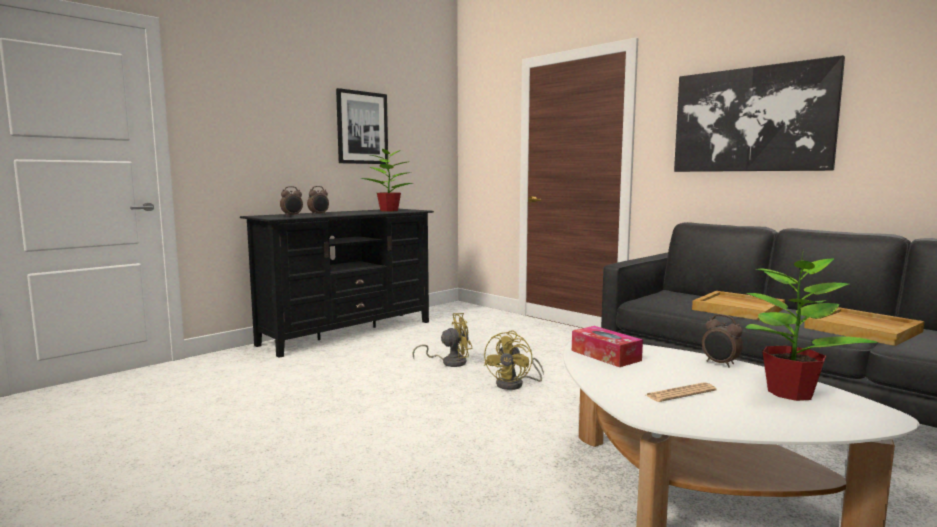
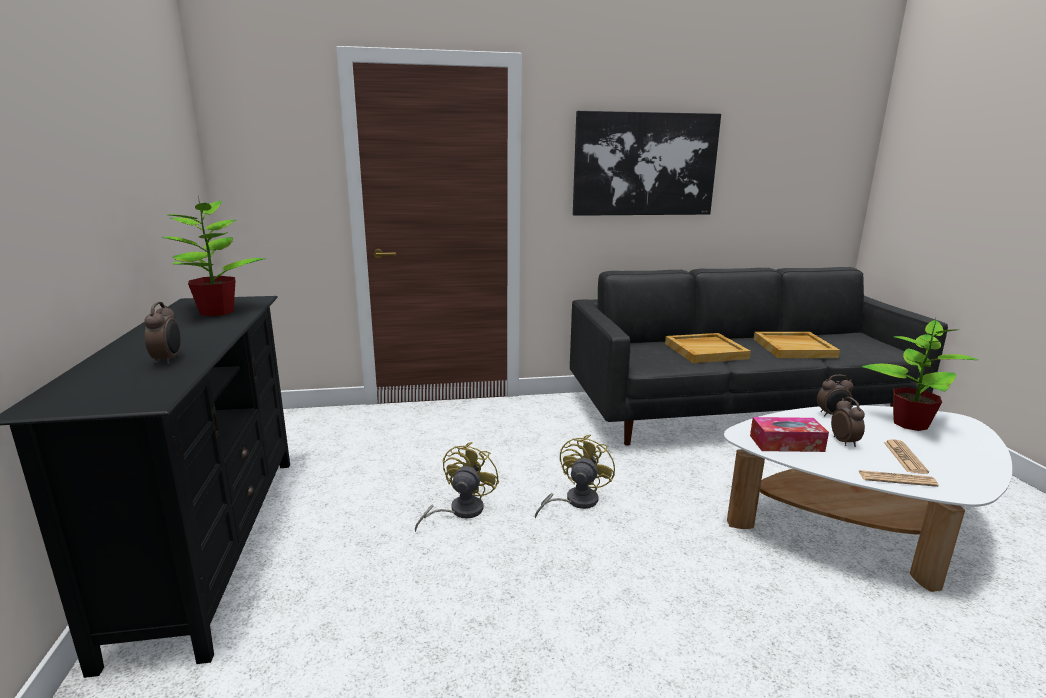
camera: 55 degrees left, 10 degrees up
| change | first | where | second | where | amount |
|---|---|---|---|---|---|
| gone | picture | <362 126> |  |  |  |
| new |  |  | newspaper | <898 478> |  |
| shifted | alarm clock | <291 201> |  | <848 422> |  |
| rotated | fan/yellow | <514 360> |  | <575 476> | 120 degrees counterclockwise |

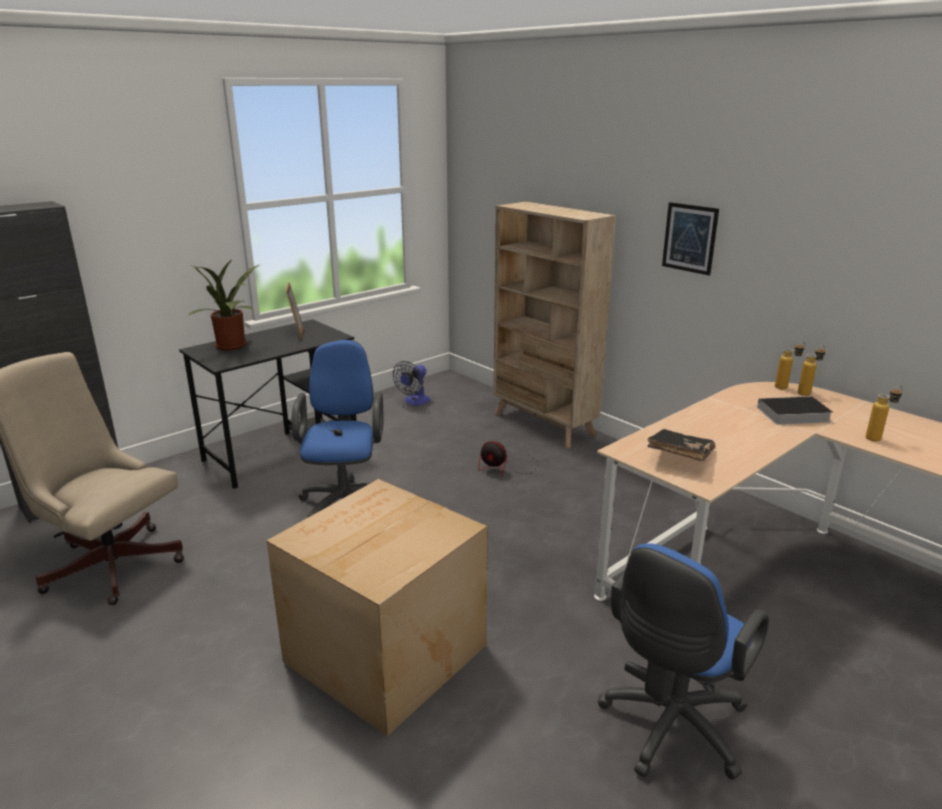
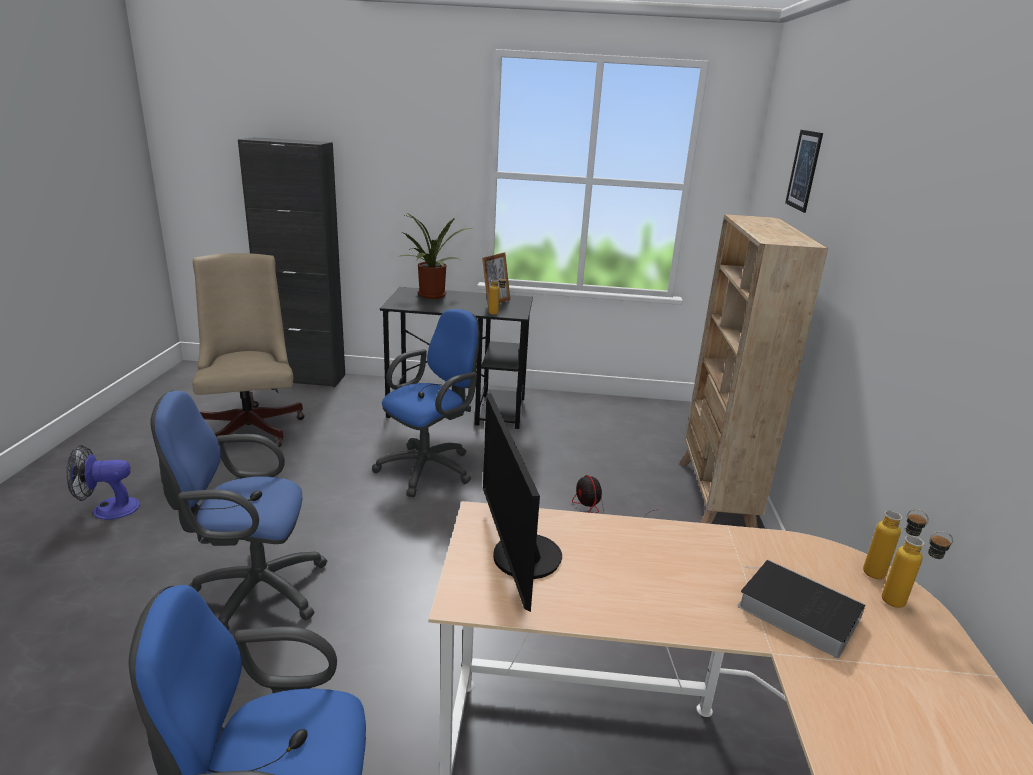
camera: 45 degrees right, 0 degrees up
| change | first | where | second | where | amount |
|---|---|---|---|---|---|
| shifted | fan | <411 383> |  | <103 482> |  |
| shifted | picture | <690 239> |  | <804 171> |  |
| shifted | bottle | <884 413> |  | <497 295> |  |
| swapped | cardboard box | <377 607> | office chair/blue | <239 511> |  |
| swapped | book/black | <681 445> | monitor | <522 502> |  |

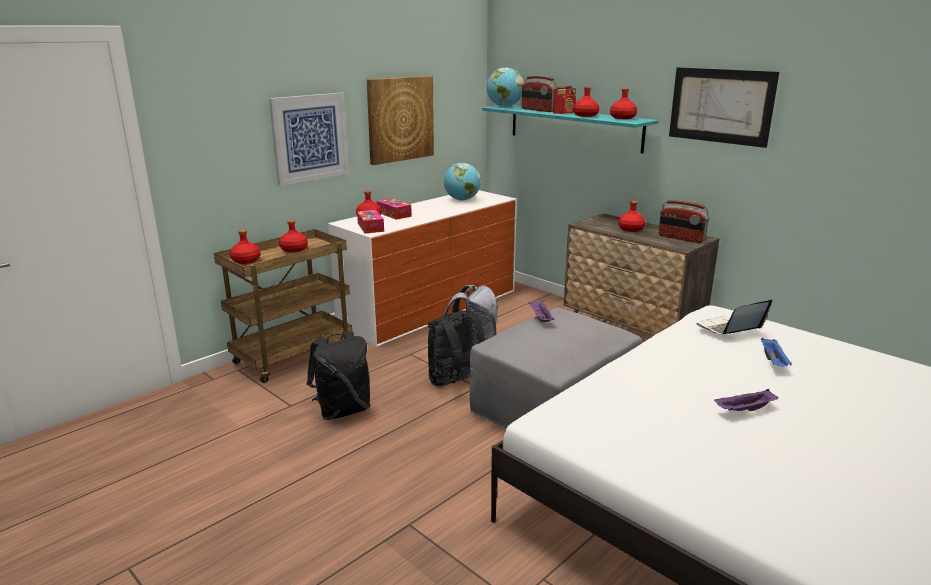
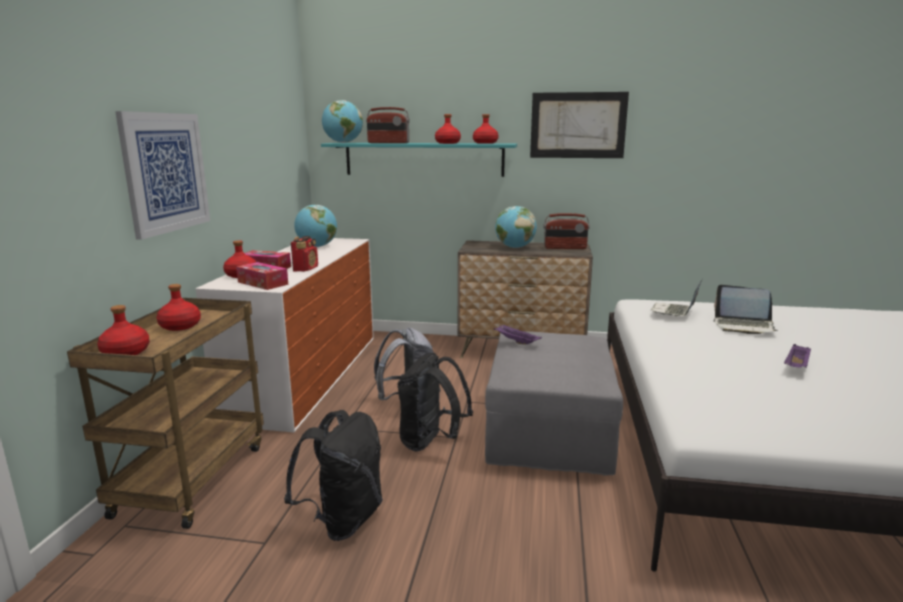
camera: 35 degrees left, 5 degrees down
| change | first | where | second | where | amount |
|---|---|---|---|---|---|
| gone | picture | <400 120> |  |  |  |
| shifted | radio | <564 99> |  | <304 254> |  |
| swapped | bottle/red | <632 216> | globe | <516 227> |  |
| swapped | tray/blue | <776 352> | laptop | <746 309> |  |

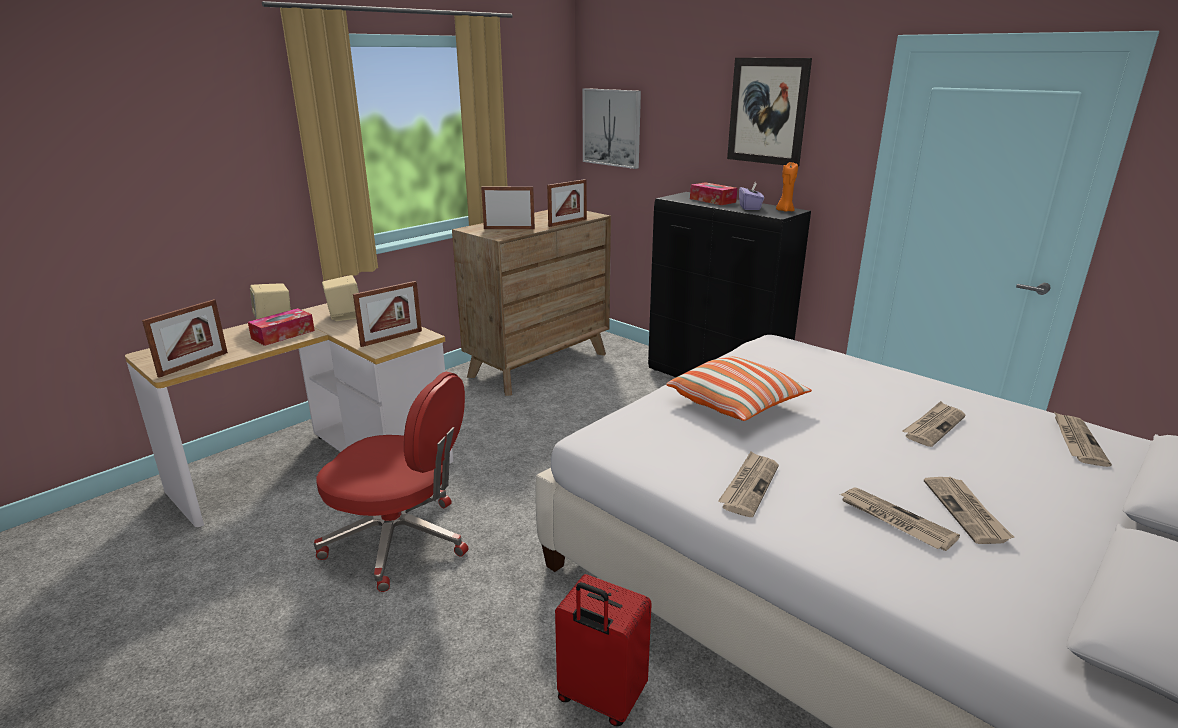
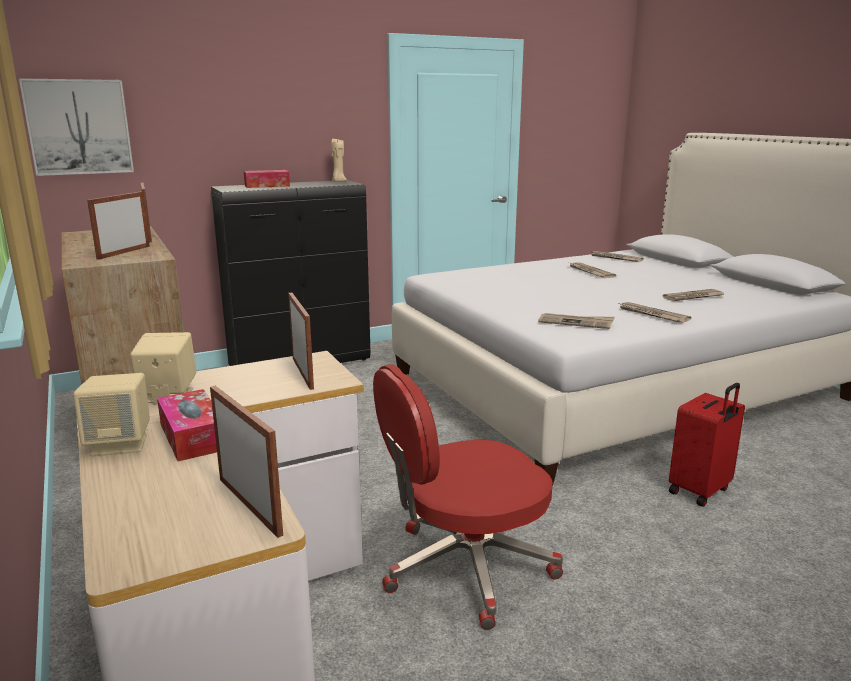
camera: 70 degrees left, 5 degrees down
| change | first | where | second | where | amount |
|---|---|---|---|---|---|
| gone | pillow | <739 388> |  |  |  |
| gone | picture | <769 112> |  |  |  |
| gone | tissue box/purple | <751 196> |  |  |  |
| shifted | newspaper | <969 510> |  | <576 321> |  |
| repainted | candle/orange | <787 187> | candle/beige | <339 160> |  |
| rotated | office chair/red | <391 482> |  | <468 497> | 150 degrees counterclockwise |

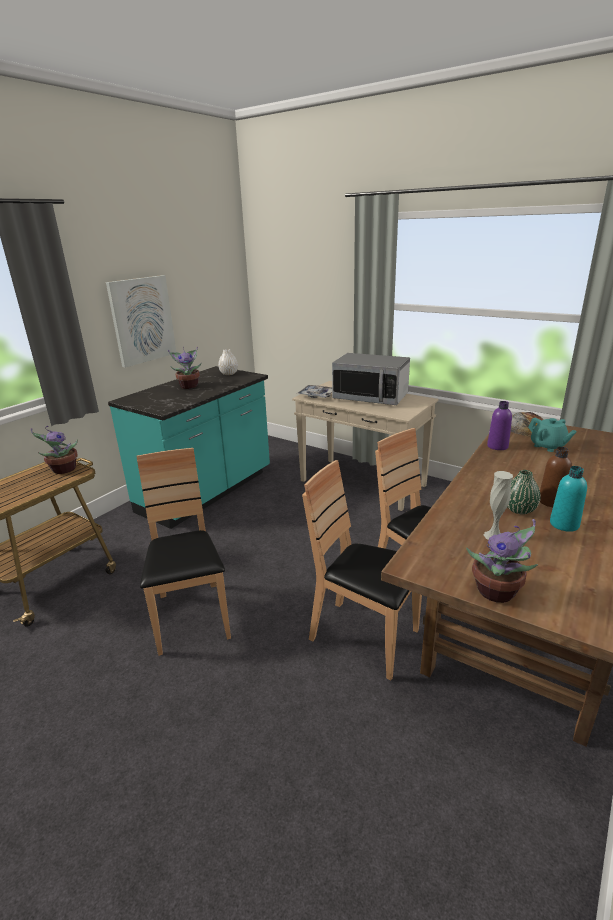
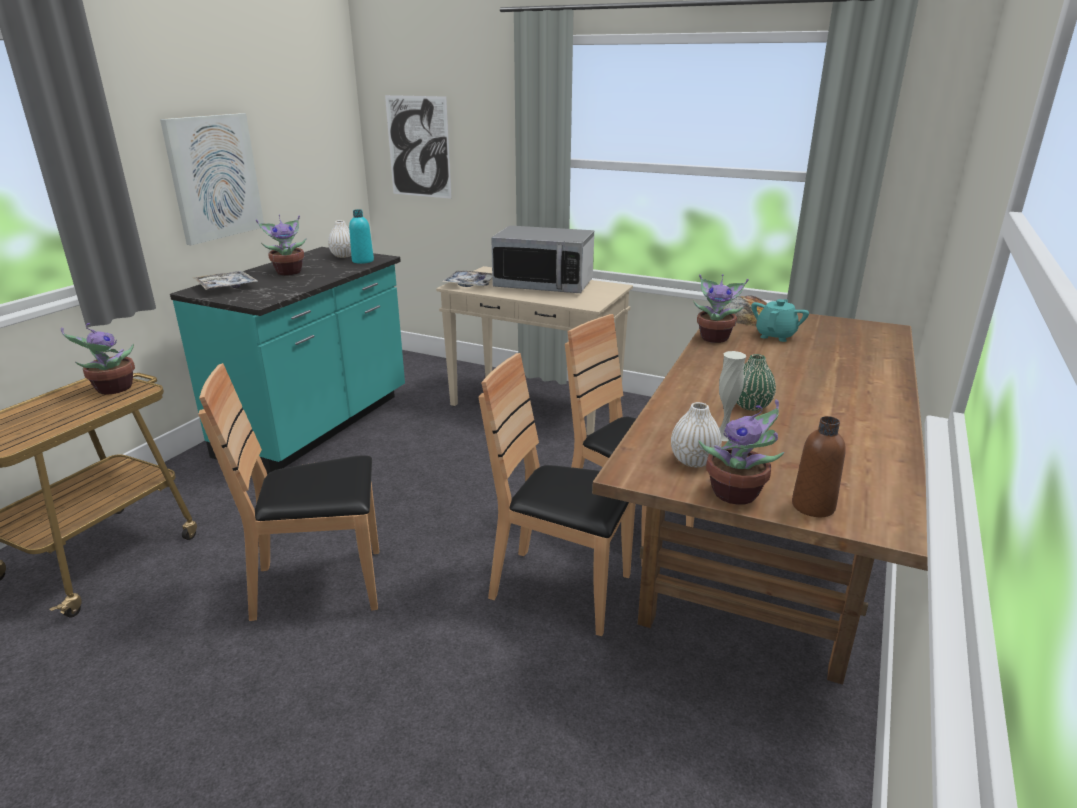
camera: 10 degrees left, 0 degrees up
| change | first | where | second | where | amount |
|---|---|---|---|---|---|
| new |  |  | tray | <225 280> |  |
| new |  |  | picture | <418 147> |  |
| new |  |  | vase/white | <696 435> |  |
| shifted | bottle/brown | <556 477> |  | <819 466> |  |
| shifted | bottle/turquoise | <568 499> |  | <361 236> |  |
| swapped | bottle/purple | <499 425> | potted plant | <721 308> |  |
| rotated | chair/brown | <183 552> |  | <288 492> | 75 degrees counterclockwise |
| rotated | teapot/turquoise | <552 435> |  | <780 320> | 105 degrees counterclockwise |

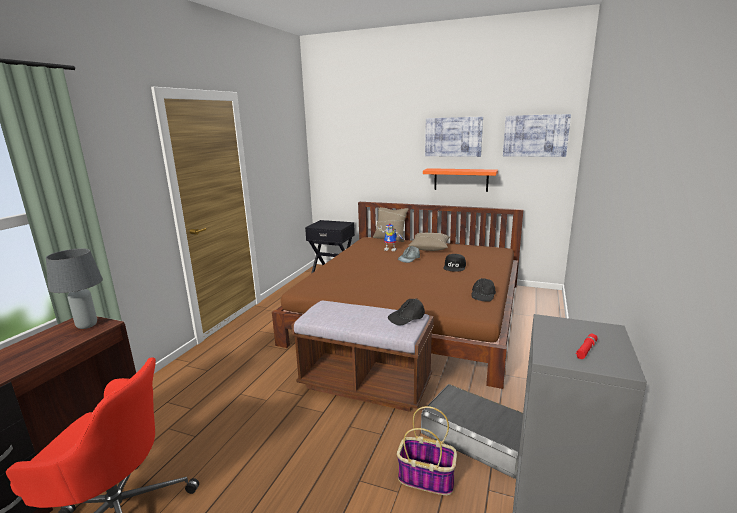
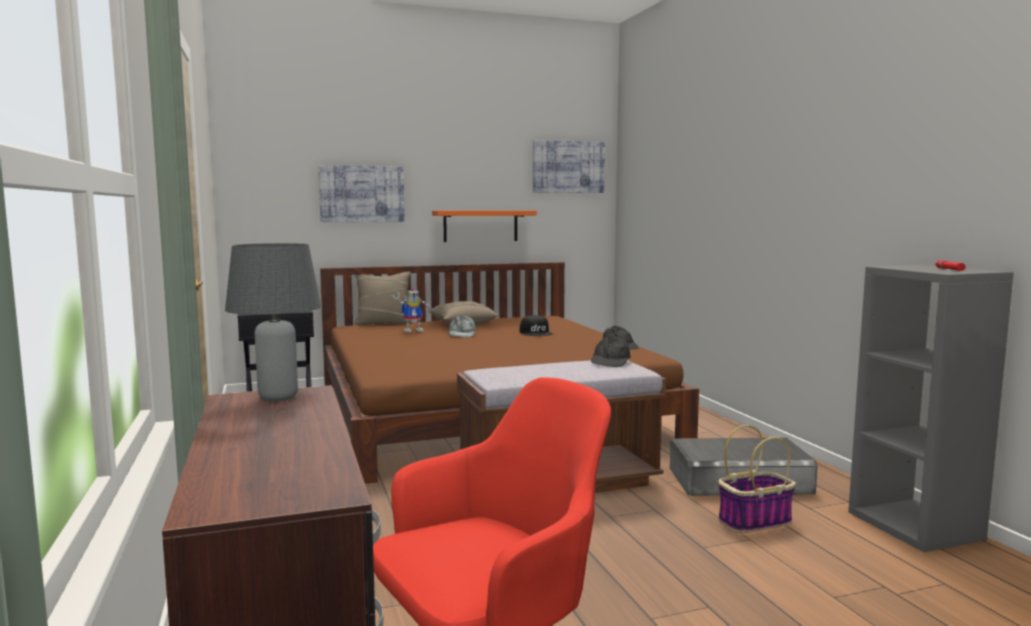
camera: 40 degrees left, 10 degrees down
| change | first | where | second | where | amount |
|---|---|---|---|---|---|
| shifted | picture | <454 137> |  | <361 193> |  |

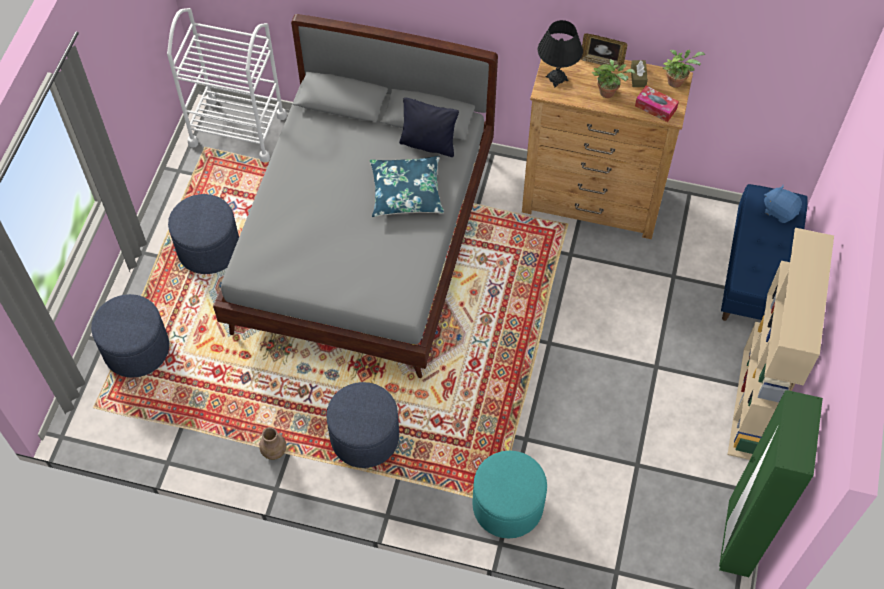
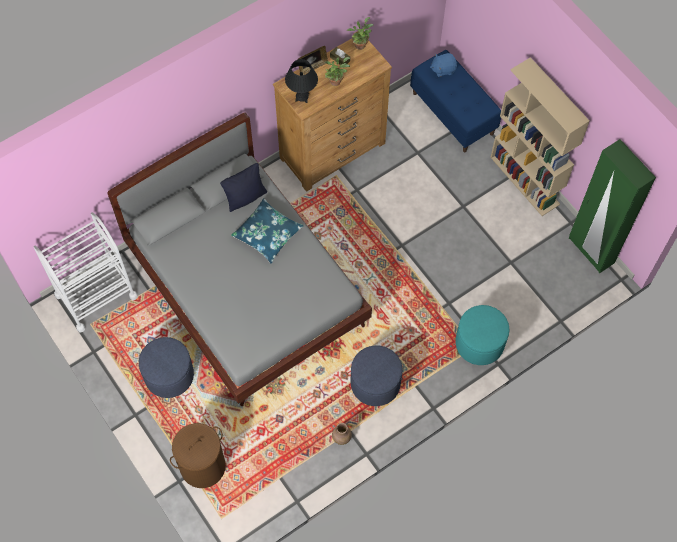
camera: 50 degrees left, 5 degrees up
| change | first | where | second | where | amount |
|---|---|---|---|---|---|
| gone | tissue box | <657 104> |  |  |  |
| swapped | ottoman/blue | <130 336> | laundry basket/brown | <198 455> |  |

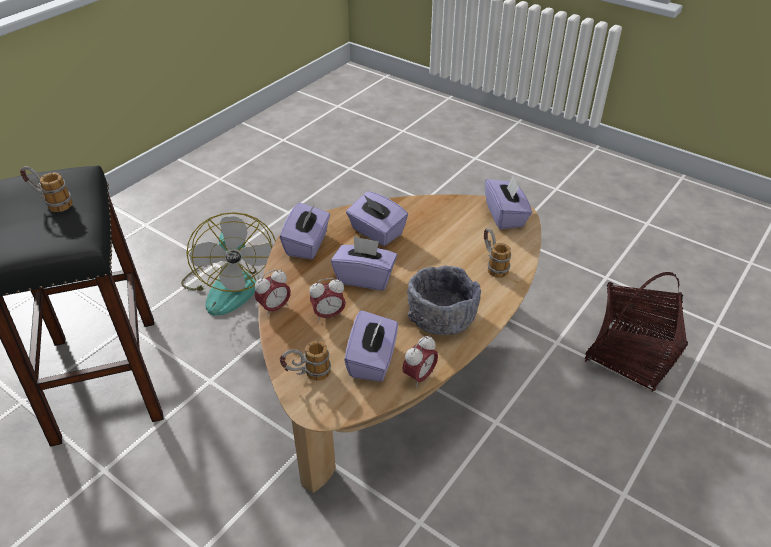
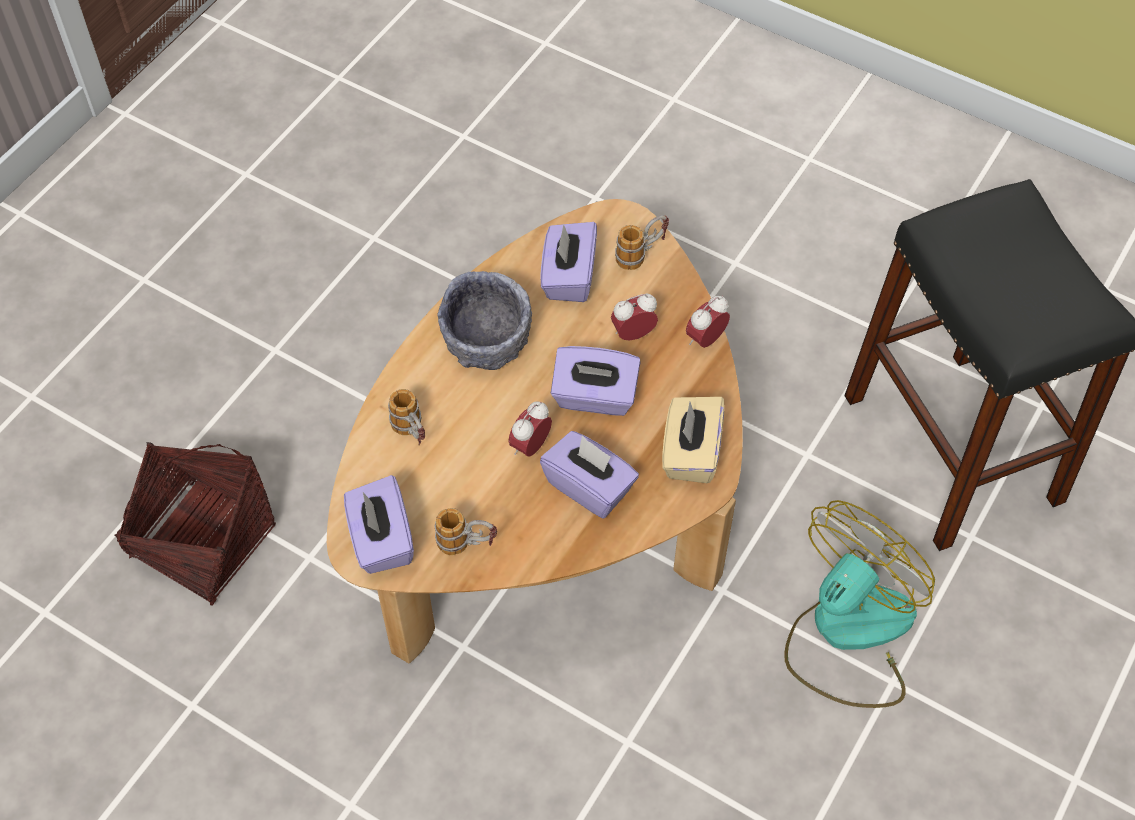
camera: 175 degrees right, 15 degrees up
| change | first | where | second | where | amount |
|---|---|---|---|---|---|
| shifted | mug | <46 189> |  | <466 531> |  |
| shifted | alarm clock | <420 361> |  | <530 429> |  |
| repainted | tissue box/purple | <305 231> | tissue box/beige | <693 440> |  |
| rotated | fan | <228 264> |  | <859 604> | 60 degrees clockwise |

